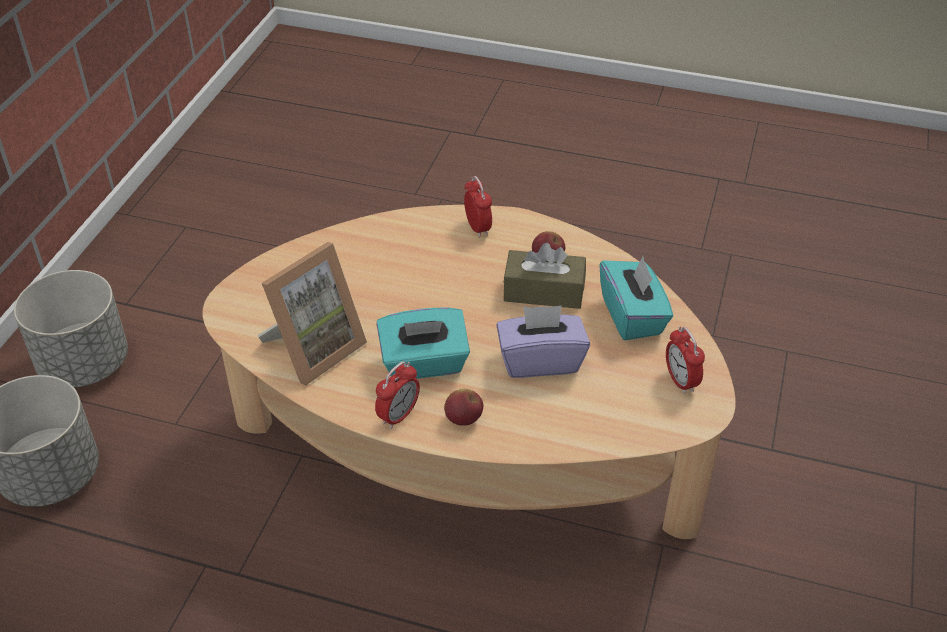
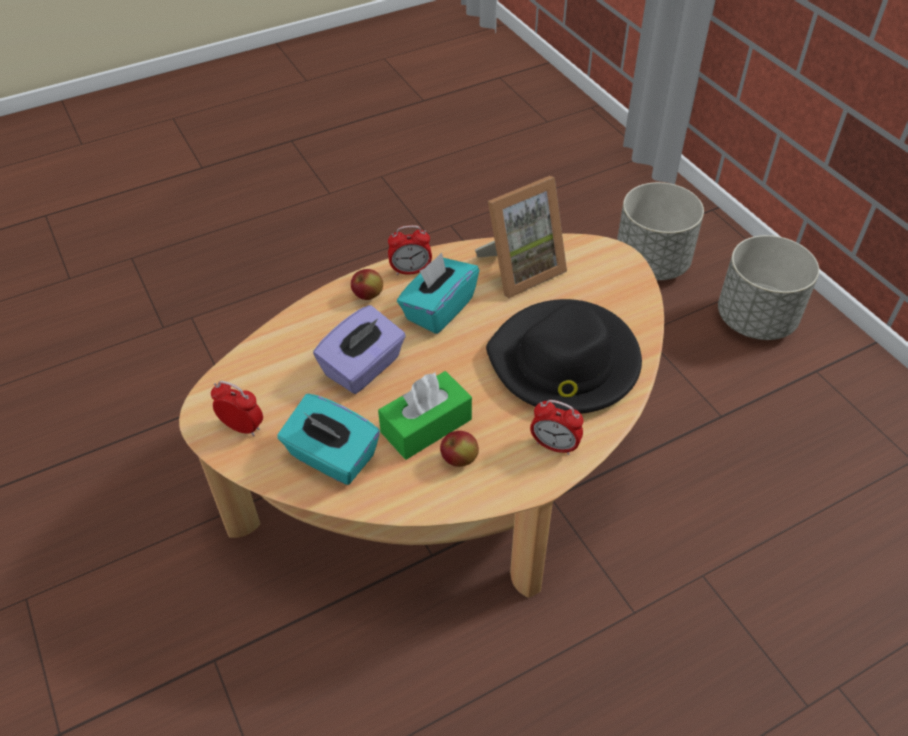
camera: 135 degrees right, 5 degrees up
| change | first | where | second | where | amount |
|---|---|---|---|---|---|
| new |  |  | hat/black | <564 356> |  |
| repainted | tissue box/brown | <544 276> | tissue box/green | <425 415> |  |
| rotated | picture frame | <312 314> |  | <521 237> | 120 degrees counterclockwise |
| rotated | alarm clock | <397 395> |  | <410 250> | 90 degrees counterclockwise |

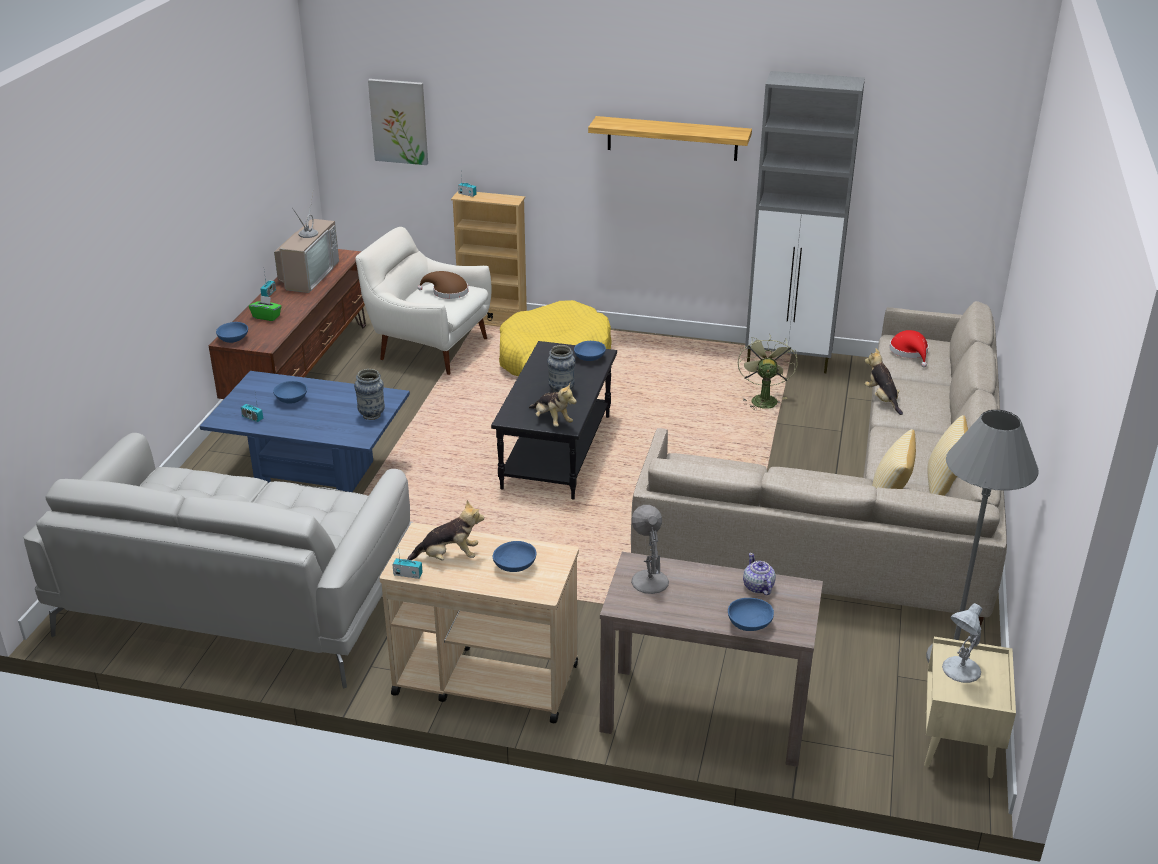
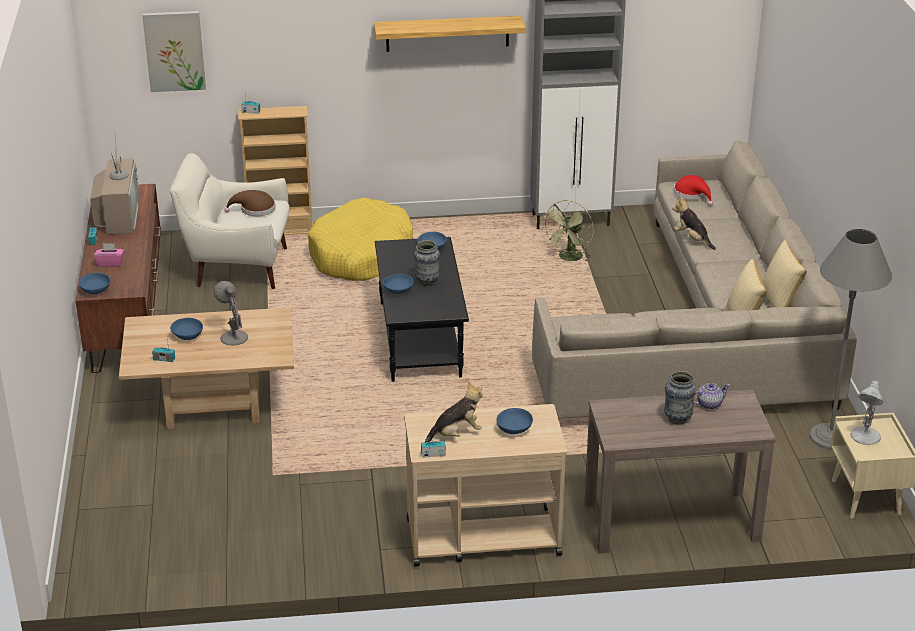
camera: 20 degrees left, 0 degrees up
| change | first | where | second | where | amount |
|---|---|---|---|---|---|
| gone | sofa/grey | <218 560> |  |  |  |
| gone | plush toy | <553 405> |  |  |  |
| shifted | vase | <369 394> |  | <680 397> |  |
| shifted | table lamp/grey | <650 549> |  | <231 313> |  |
| shifted | bowl/blue | <751 614> |  | <398 284> |  |
| repainted | coffee table/blue | <305 431> | coffee table/beige | <206 368> |  |
| repainted | tissue box/green | <265 308> | tissue box/pink | <109 255> |  |
| rotated | fan/green | <768 372> |  | <568 231> | 135 degrees counterclockwise |
| rotated | teapot | <759 574> |  | <711 396> | 105 degrees clockwise |

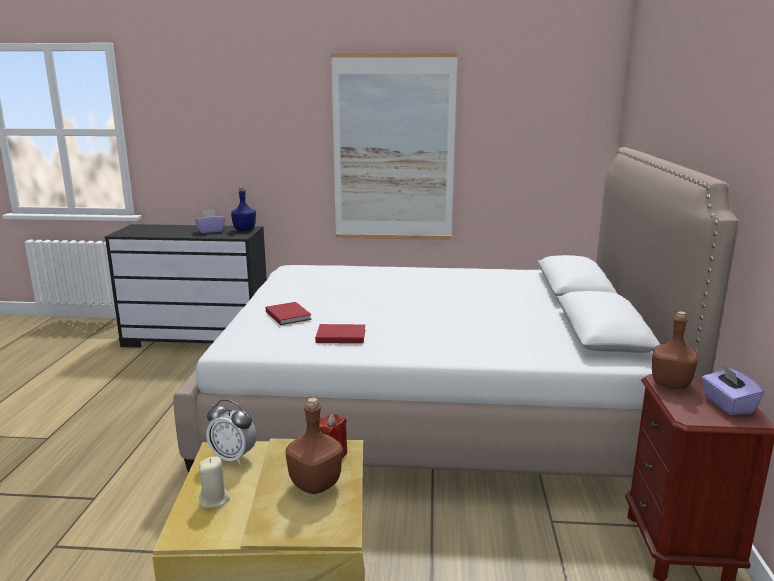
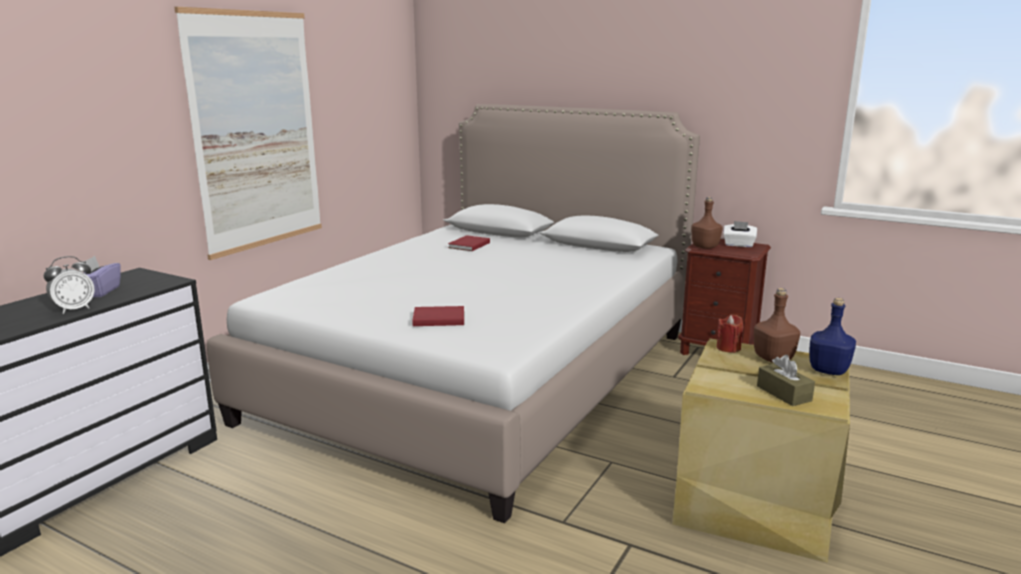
camera: 65 degrees left, 0 degrees up
| change | first | where | second | where | amount |
|---|---|---|---|---|---|
| shifted | alarm clock | <231 432> |  | <69 285> |  |
| shifted | bottle/blue | <243 209> |  | <833 336> |  |
| shifted | book/red | <340 333> |  | <469 243> |  |
| swapped | candle/beige | <214 482> | tissue box/brown | <786 380> |  |
| repainted | tissue box/purple | <733 389> | tissue box/white | <740 234> |  |

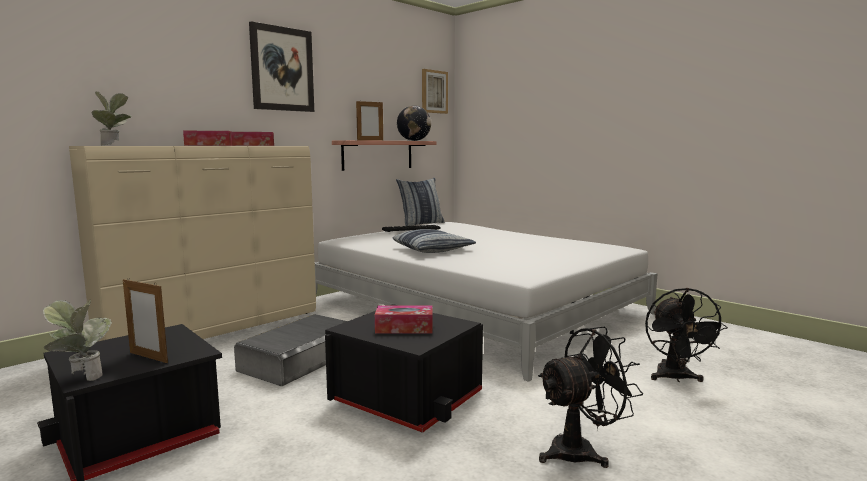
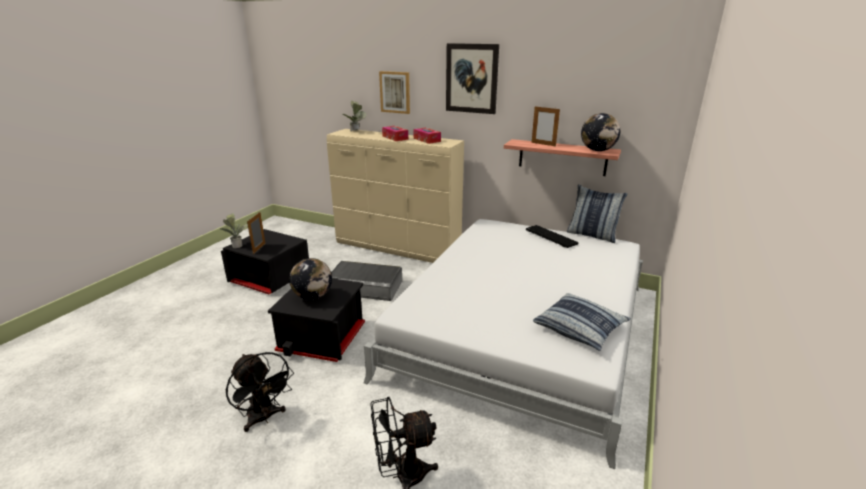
camera: 70 degrees right, 15 degrees up
| change | first | where | second | where | amount |
|---|---|---|---|---|---|
| shifted | pillow | <434 241> |  | <582 322> |  |
| shifted | picture | <435 91> |  | <394 92> |  |
| swapped | tissue box | <403 319> | globe | <310 279> |  |

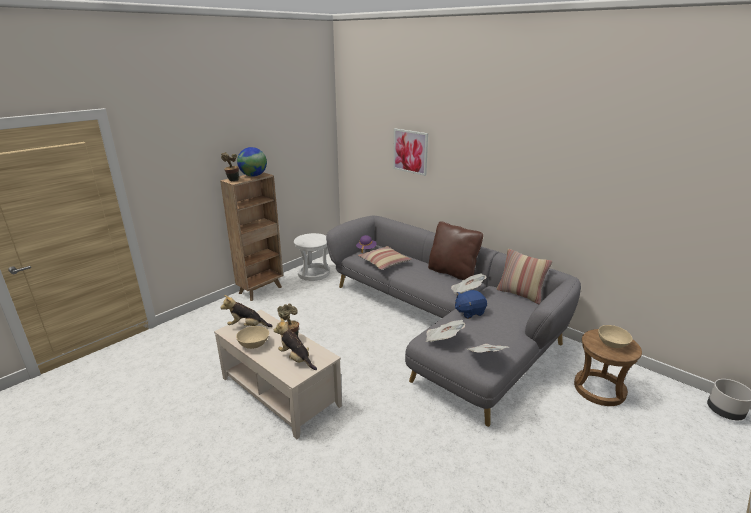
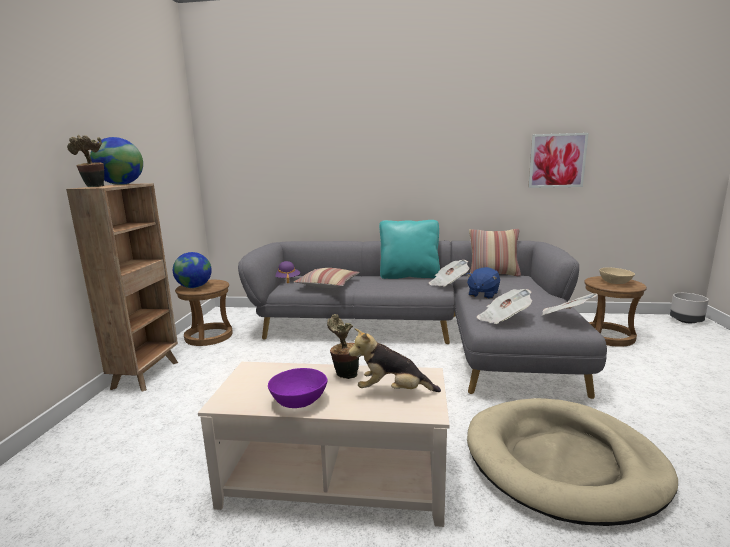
camera: 35 degrees left, 10 degrees down
| change | first | where | second | where | amount |
|---|---|---|---|---|---|
| gone | plush toy | <246 311> |  |  |  |
| new |  |  | globe | <192 270> |  |
| new |  |  | dog bed/beige | <572 462> |  |
| shifted | picture | <410 152> |  | <558 160> |  |
| repainted | bowl/beige | <252 337> | bowl/purple | <297 388> |  |
| repainted | stool/white | <312 257> | stool/brown | <204 313> |  |
| repainted | pillow/brown | <455 250> | pillow/turquoise | <409 249> |  |

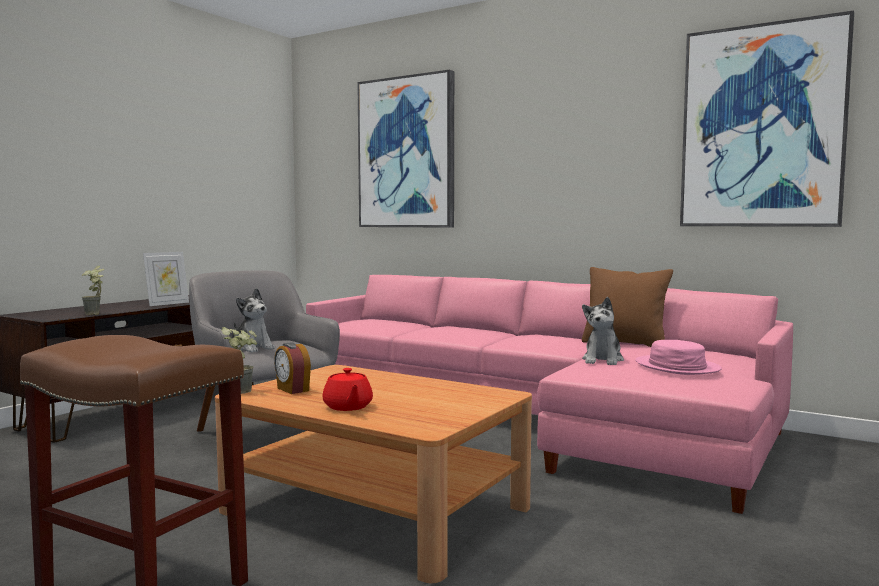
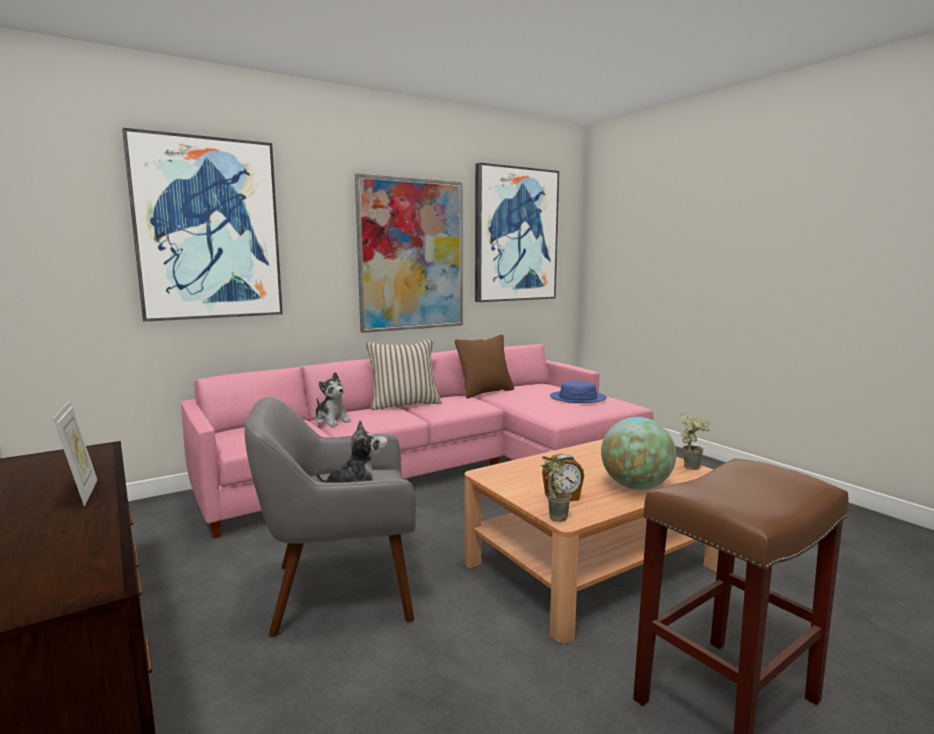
camera: 65 degrees left, 5 degrees up
| change | first | where | second | where | amount |
|---|---|---|---|---|---|
| new |  |  | picture | <409 253> |  |
| new |  |  | pillow/beige | <403 374> |  |
| shifted | potted plant | <93 290> |  | <695 441> |  |
| shifted | plush toy | <603 331> |  | <333 399> |  |
| swapped | teapot/red | <348 389> | globe | <638 453> |  |
| repainted | hat/pink | <678 357> | hat/blue | <578 392> |  |

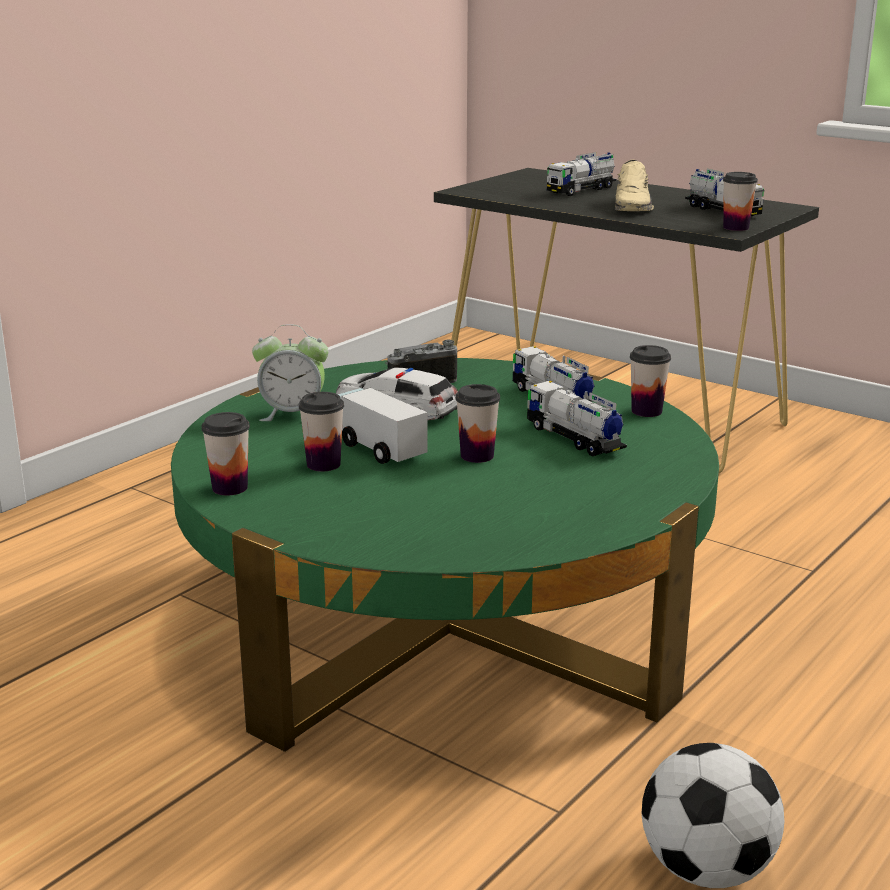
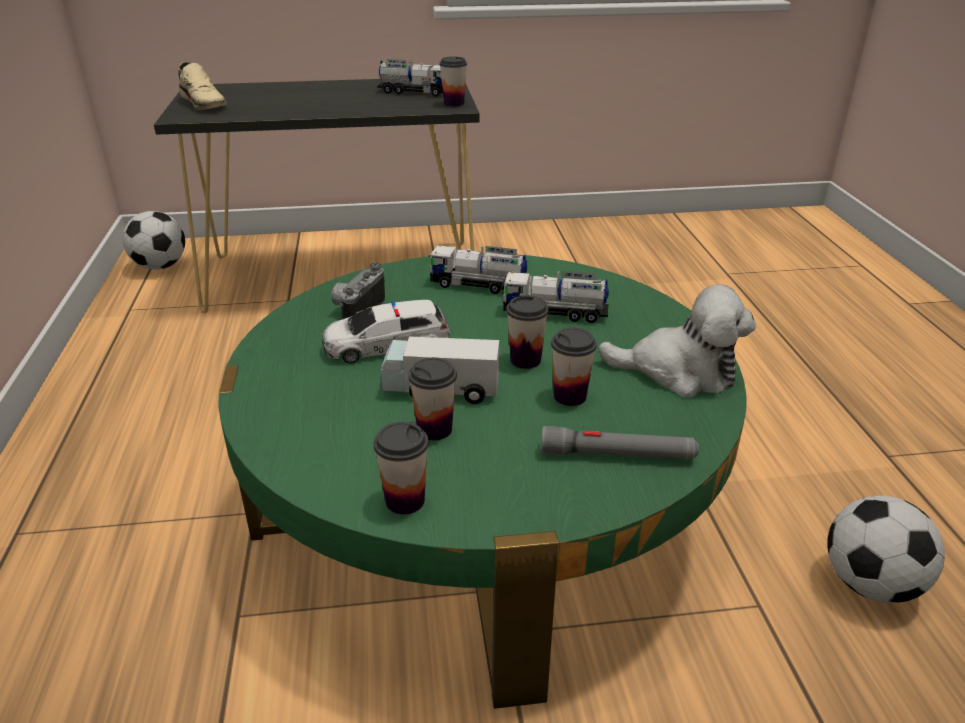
camera: 45 degrees left, 10 degrees up
| change | first | where | second | where | amount |
|---|---|---|---|---|---|
| gone | alarm clock | <290 372> |  |  |  |
| gone | toy truck | <581 174> |  |  |  |
| new |  |  | football | <153 240> |  |
| new |  |  | flashlight/grey | <620 443> |  |
| new |  |  | plush toy | <677 341> |  |
| shifted | shoe/beige | <634 185> |  | <202 86> |  |
| shifted | cup | <650 381> |  | <574 367> |  |

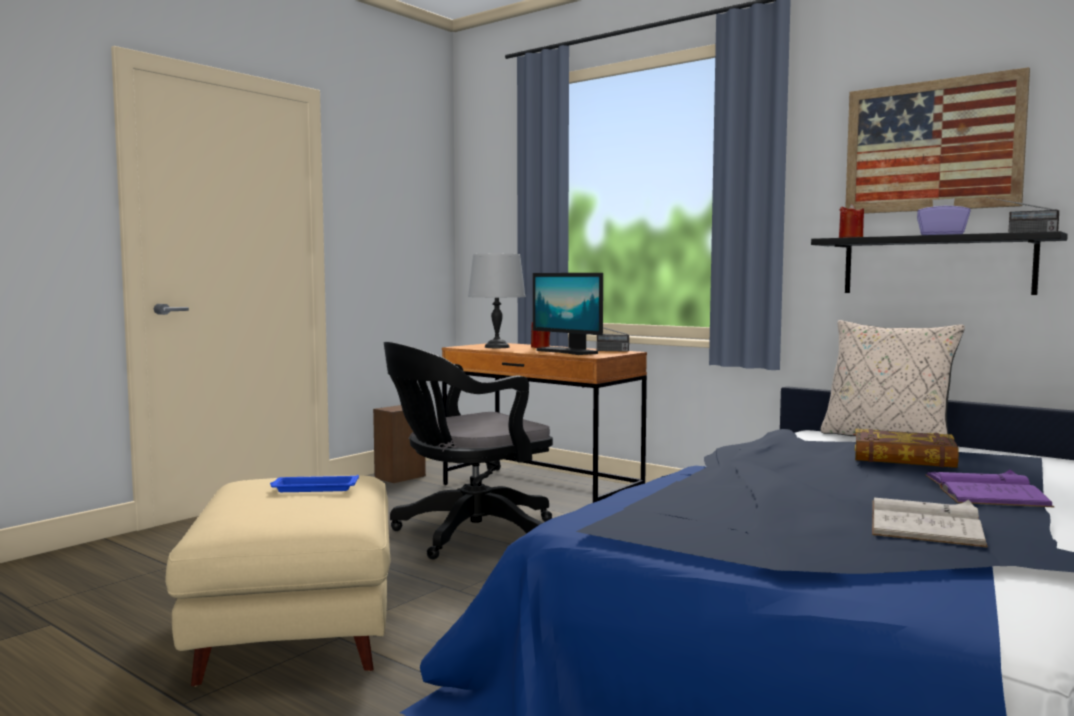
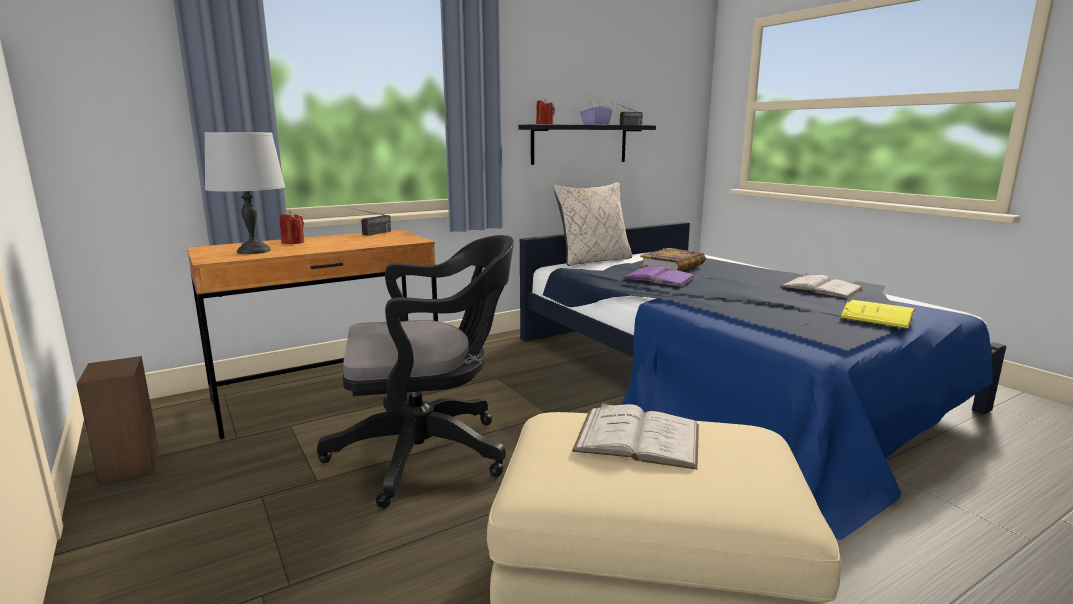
camera: 70 degrees left, 10 degrees up
| change | first | where | second | where | amount |
|---|---|---|---|---|---|
| gone | monitor | <568 314> |  |  |  |
| gone | picture | <937 140> |  |  |  |
| new |  |  | book/yellow | <877 314> |  |
| shifted | book/purple | <989 488> |  | <659 275> |  |
| swapped | tray/blue | <314 483> | book/white | <635 436> |  |
| rotated | office chair/black | <468 450> |  | <415 371> | 90 degrees counterclockwise |

